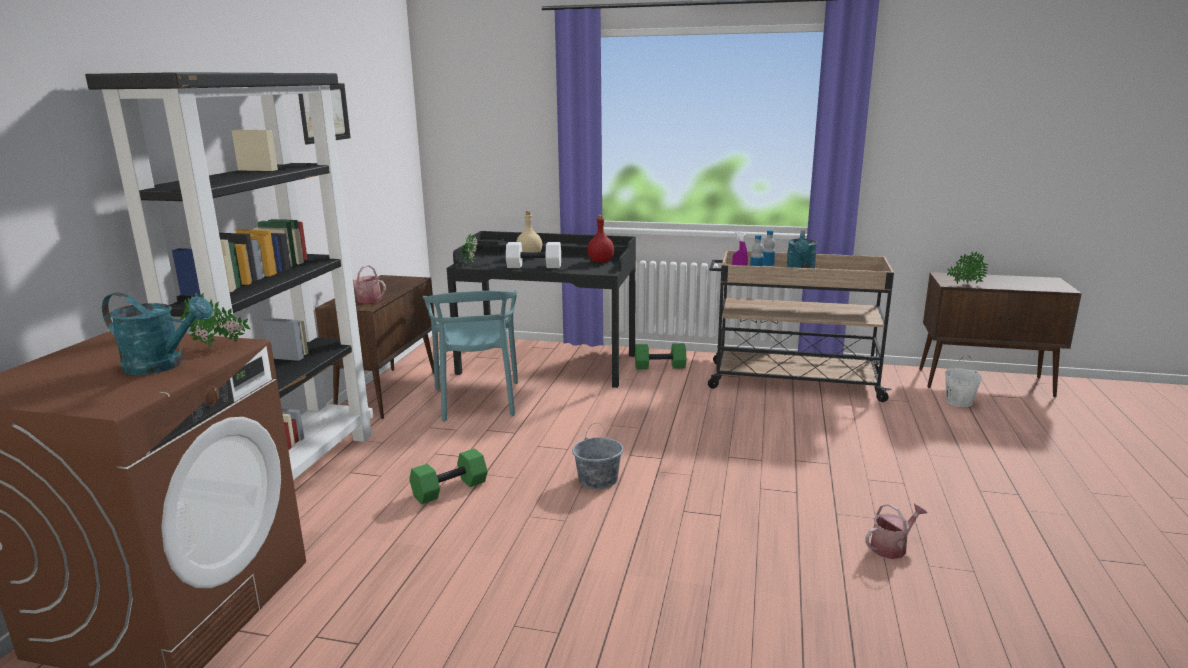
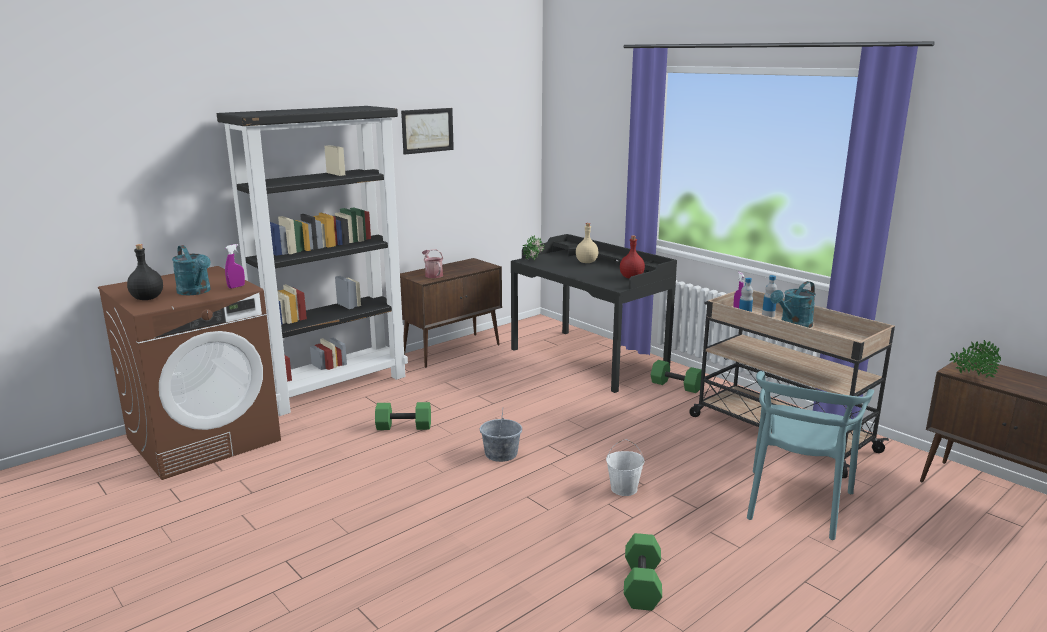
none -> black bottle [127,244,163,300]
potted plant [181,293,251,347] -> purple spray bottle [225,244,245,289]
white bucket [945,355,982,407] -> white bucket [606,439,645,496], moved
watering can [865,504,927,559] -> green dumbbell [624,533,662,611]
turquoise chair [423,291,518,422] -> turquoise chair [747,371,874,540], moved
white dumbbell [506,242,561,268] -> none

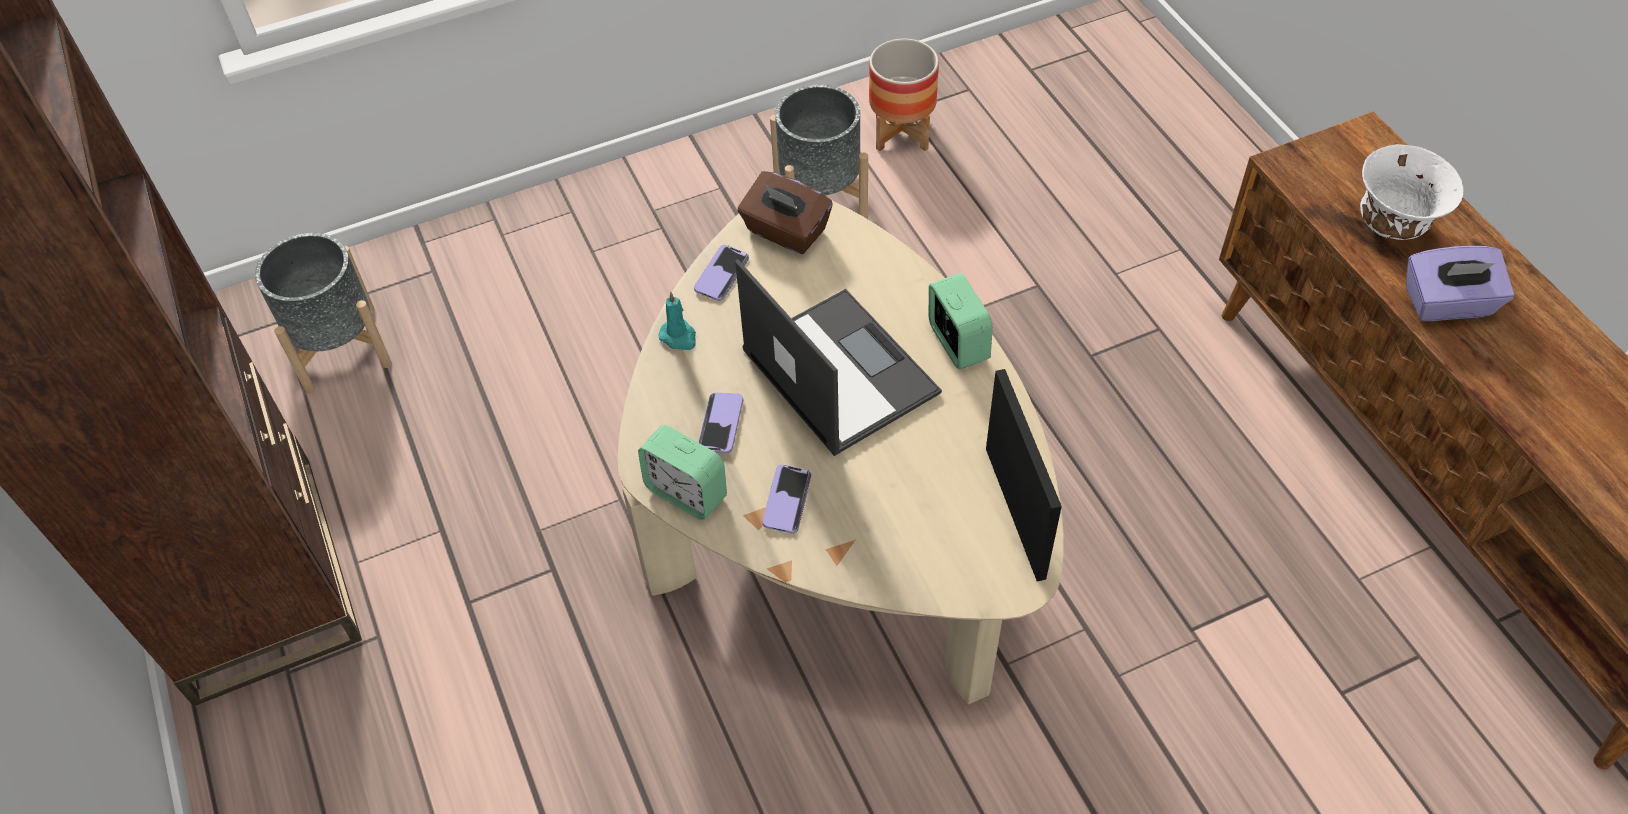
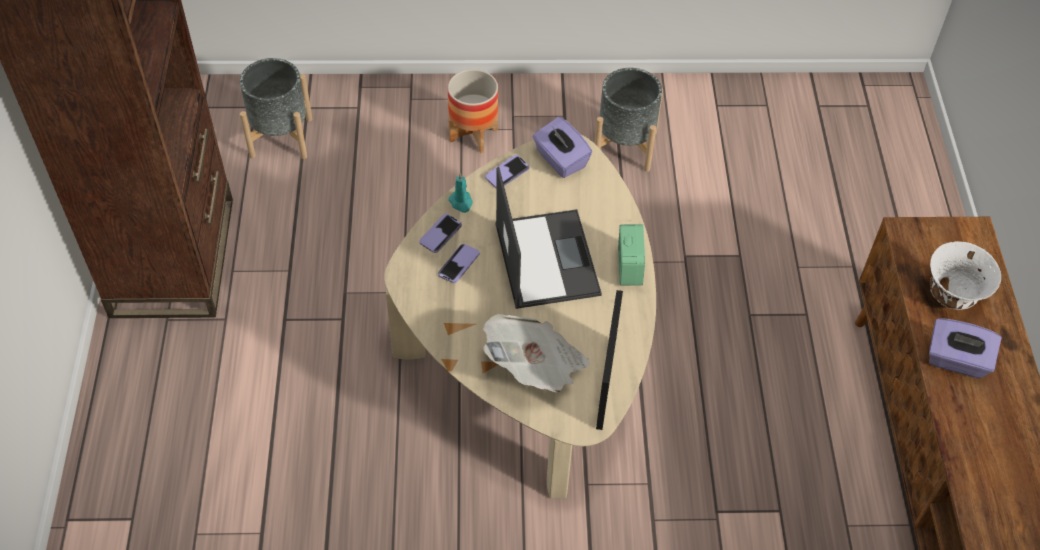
phone [762,464,811,534] -> phone [419,213,462,253], moved
planter [869,38,939,151] -> planter [448,69,498,153], moved
none -> newspaper [483,314,590,392]
brown tissue box [737,171,833,254] -> purple tissue box [532,117,592,178]
alarm clock [638,425,727,520] -> none

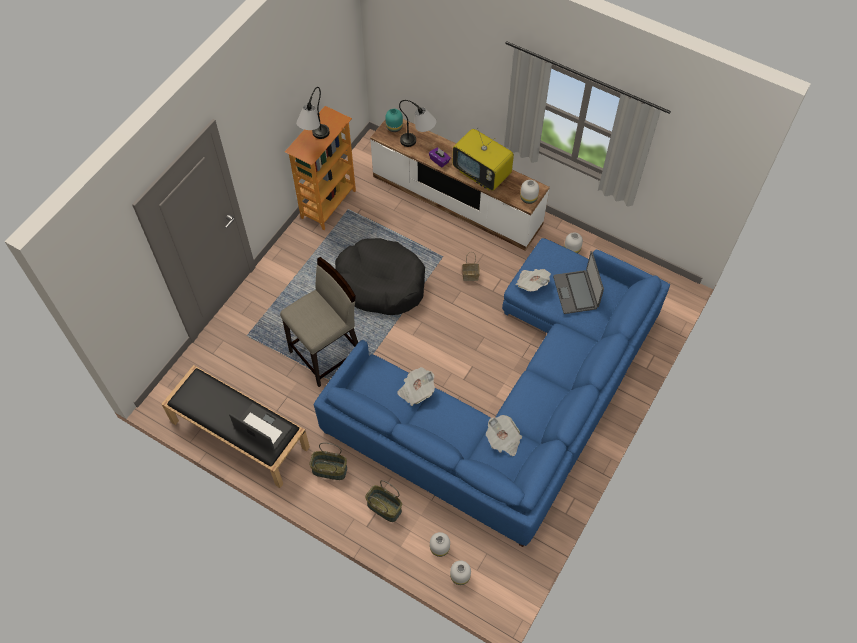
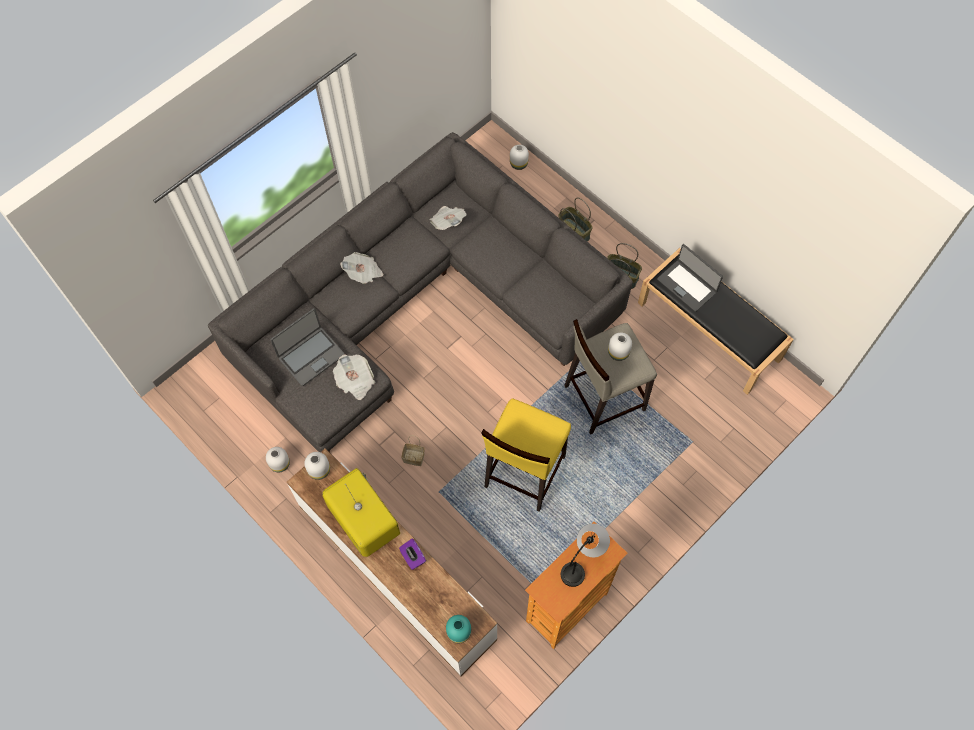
blue sofa [314,238,670,547] -> grey sofa [208,132,633,452]
laptop [553,251,604,314] -> laptop [271,308,344,386], 45 degrees clockwise
newspaper [397,367,435,406] -> newspaper [340,252,383,284], moved
black dog bed [335,238,425,315] -> yellow stool [481,398,571,512]
white vase [430,532,450,557] -> white vase [608,333,632,361], moved
table lamp [399,100,437,147] -> none

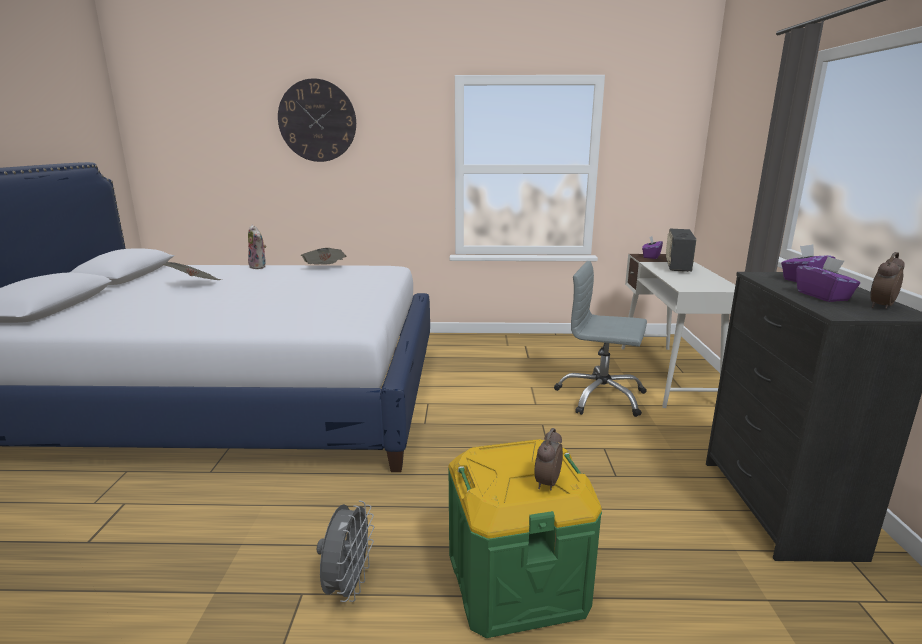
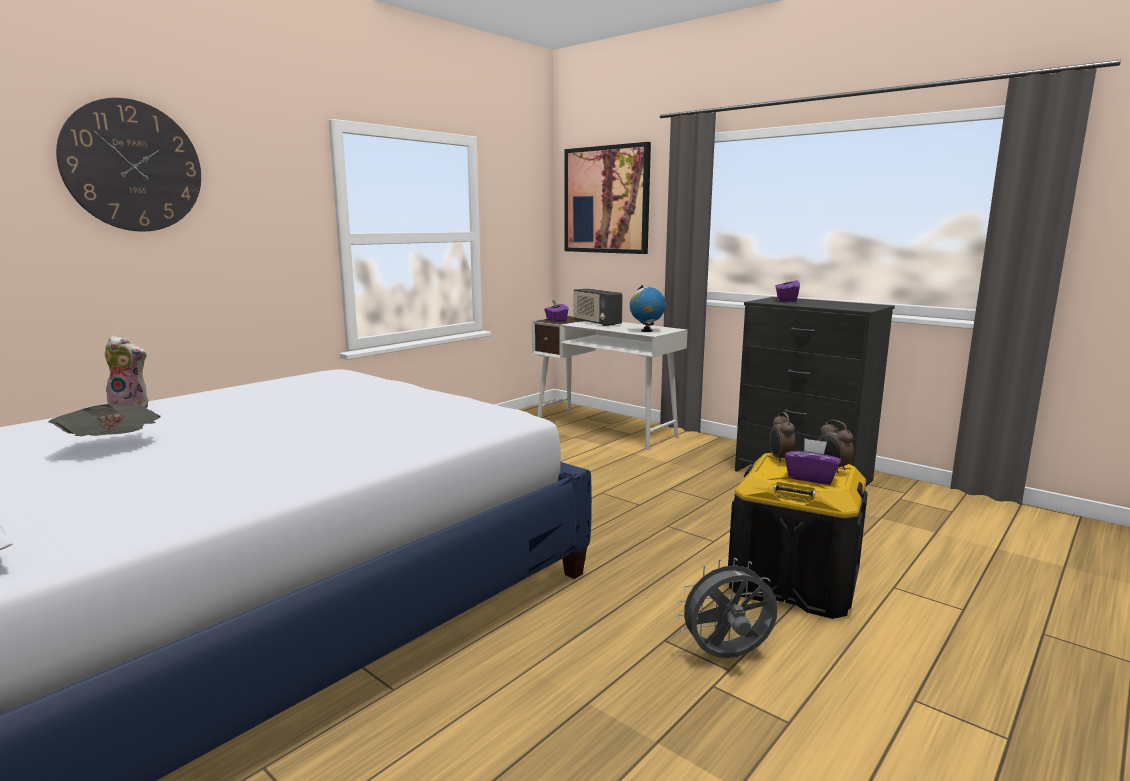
none -> picture [564,142,651,254]
none -> globe [630,285,665,332]
grey fan [317,501,374,602] -> grey fan [677,558,778,658], 60 degrees counterclockwise
green storage box [448,439,602,638] -> black storage box [728,453,868,619]
alarm clock [871,252,905,309] -> alarm clock [770,412,795,463], moved
purple tissue box [796,257,860,302] -> purple tissue box [785,438,841,485], moved
newspaper [301,248,346,265] -> none
grey office chair [554,261,647,417] -> none

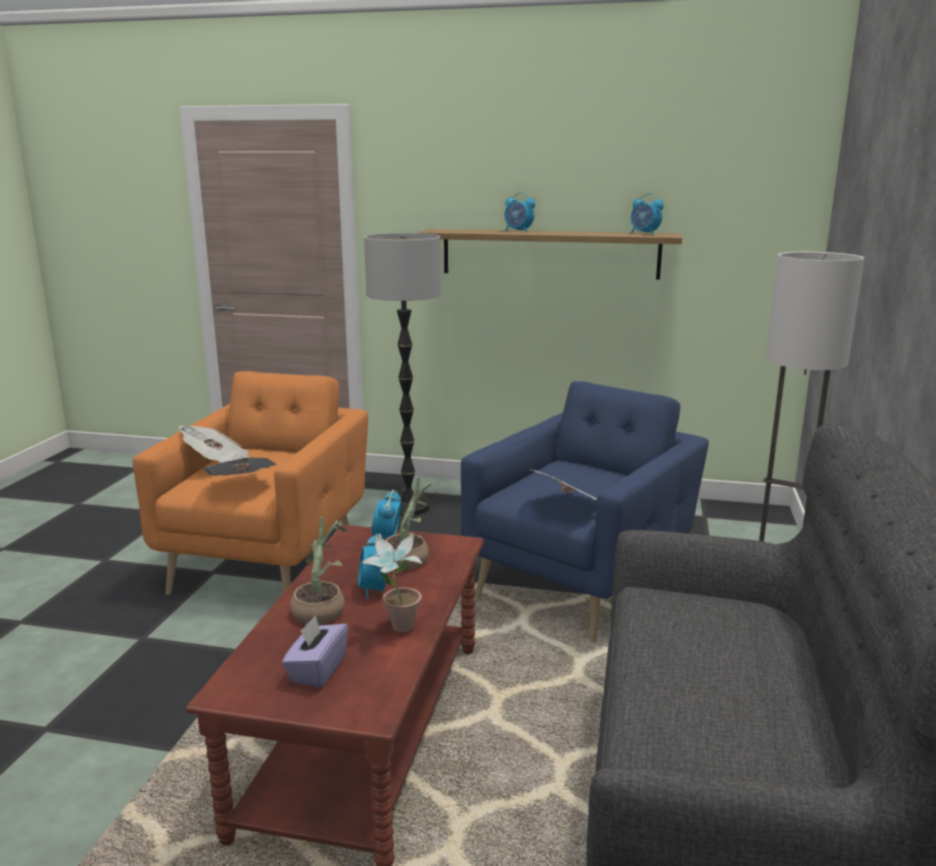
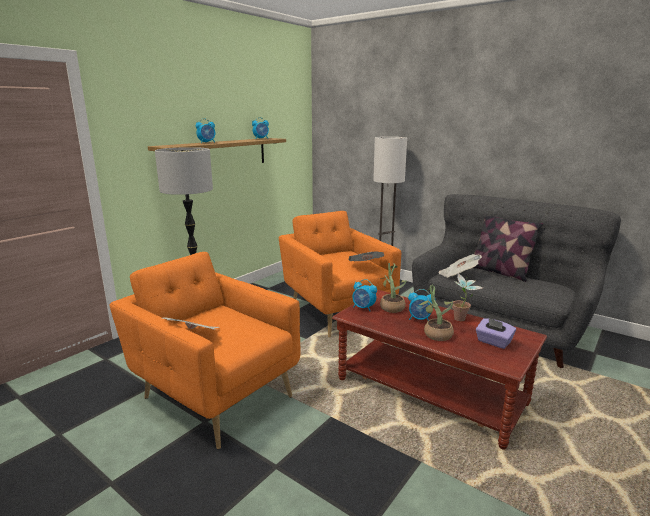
blue armchair [461,381,709,643] -> orange armchair [279,211,401,337]
newspaper [201,458,276,476] -> newspaper [438,254,482,278], moved
none -> pillow [473,216,543,282]

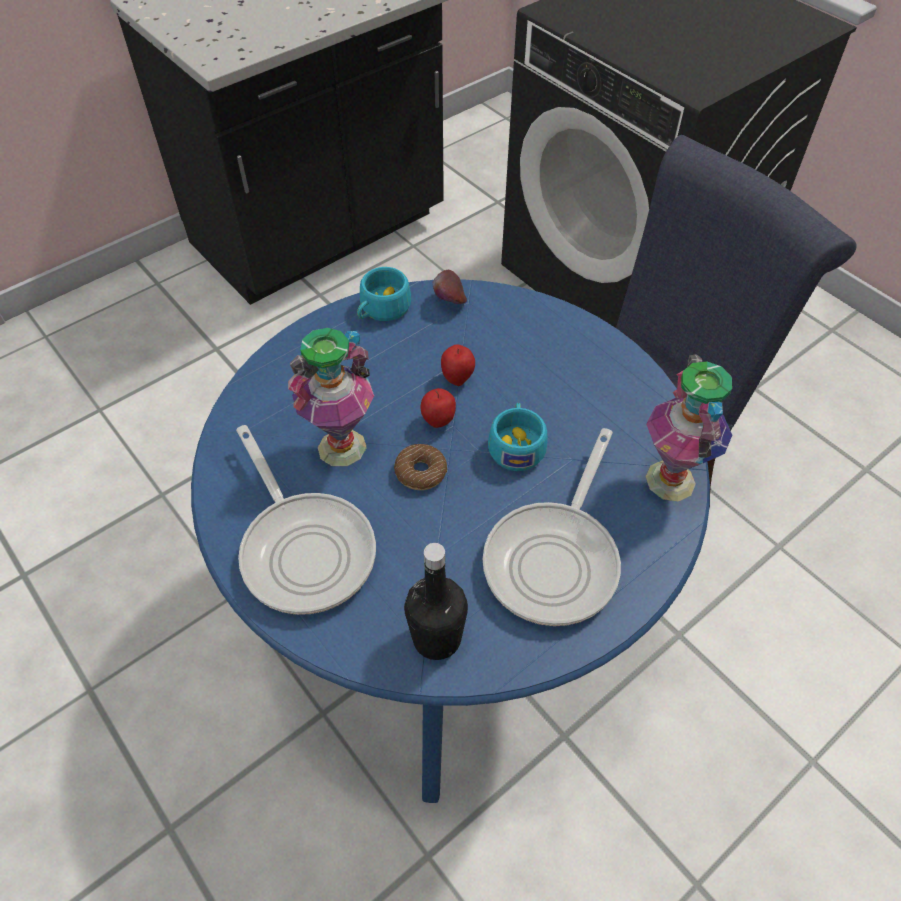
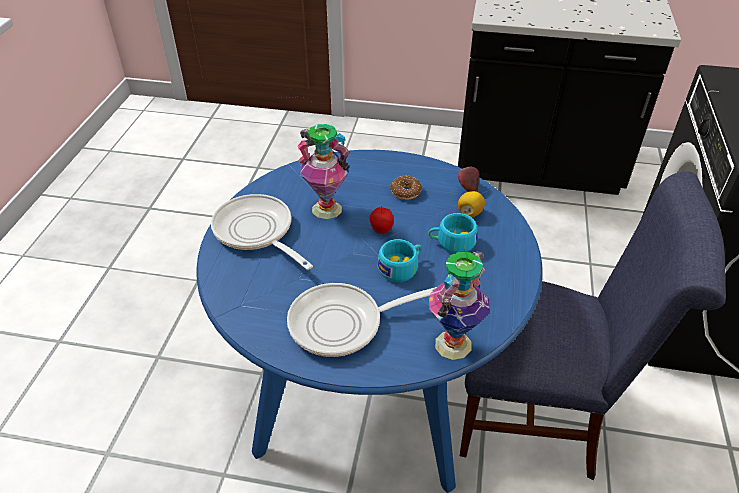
frying pan [236,425,376,615] -> frying pan [211,194,313,270], 120 degrees clockwise
donut [394,444,447,490] -> donut [390,175,422,200], moved
turquoise cup [357,267,411,321] -> turquoise cup [428,213,477,253], moved
none -> lemon [458,191,485,217]
black bottle [404,543,468,660] -> none
apple [441,344,475,386] -> none

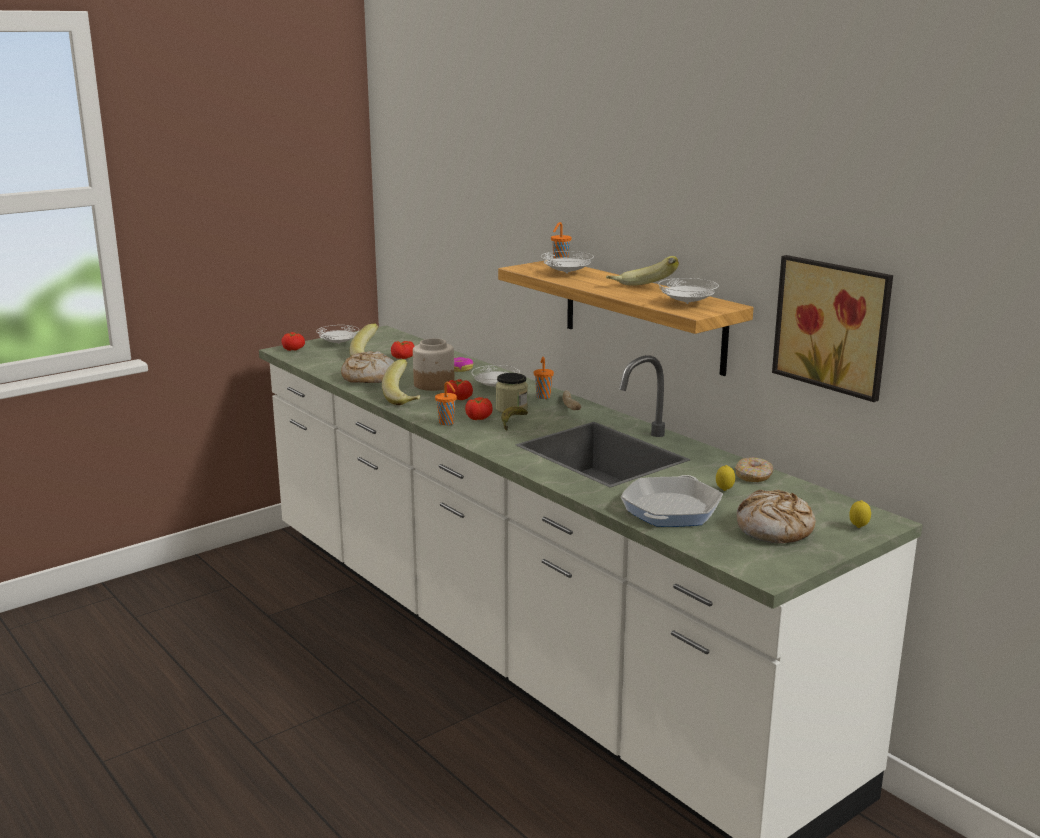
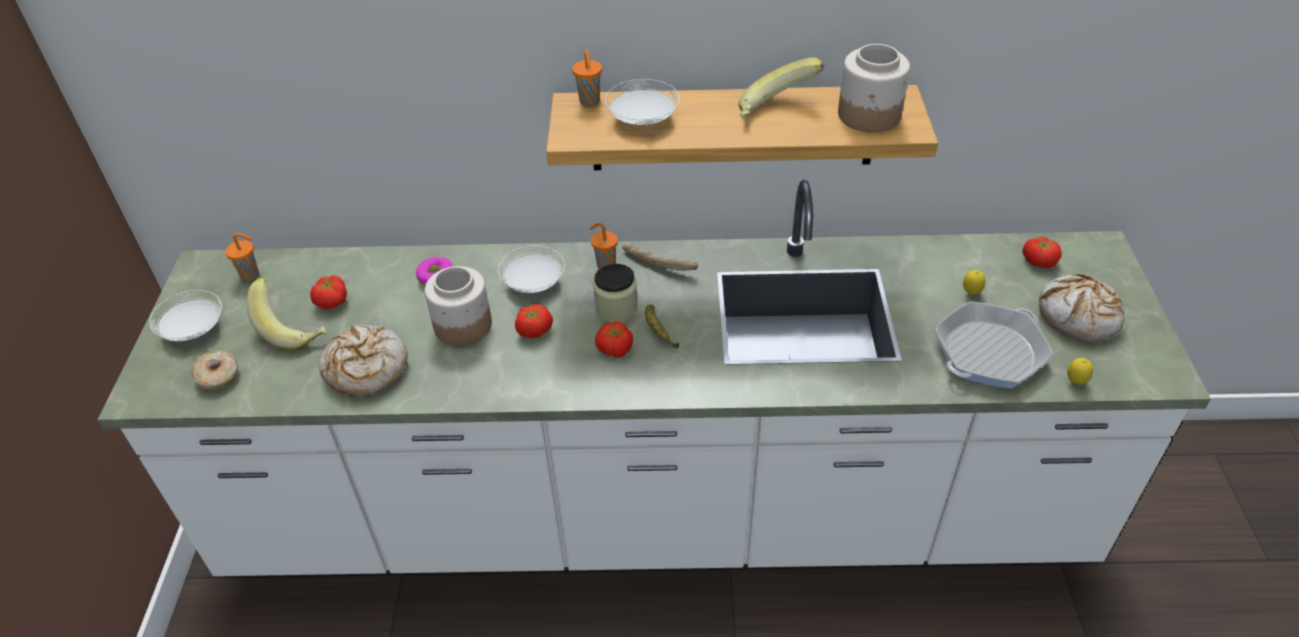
donut [735,457,773,482] -> donut [192,350,238,390], moved
orange cup [435,382,457,425] -> orange cup [225,233,259,281], moved
white plate [658,278,719,304] -> jar [838,44,910,132]
frying pan [621,475,723,527] -> frying pan [935,301,1053,388], 105 degrees counterclockwise
tomato [281,332,305,351] -> tomato [1023,237,1062,268], moved
lemon [849,500,871,528] -> lemon [1067,358,1093,384], moved
banana [382,359,420,405] -> none
picture [772,255,893,402] -> none

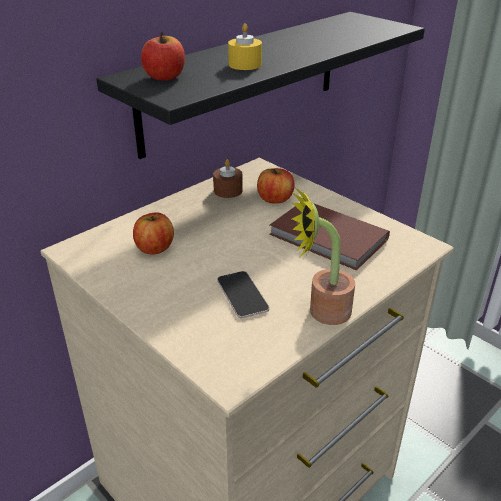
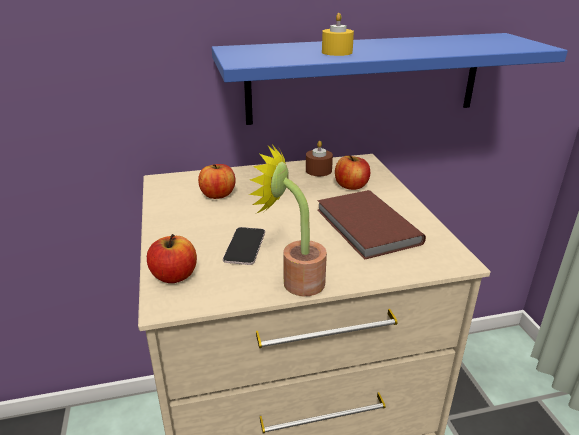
apple [141,32,185,80] -> apple [147,234,197,283], moved
black shelf [96,12,425,159] -> blue shelf [212,33,568,125]

